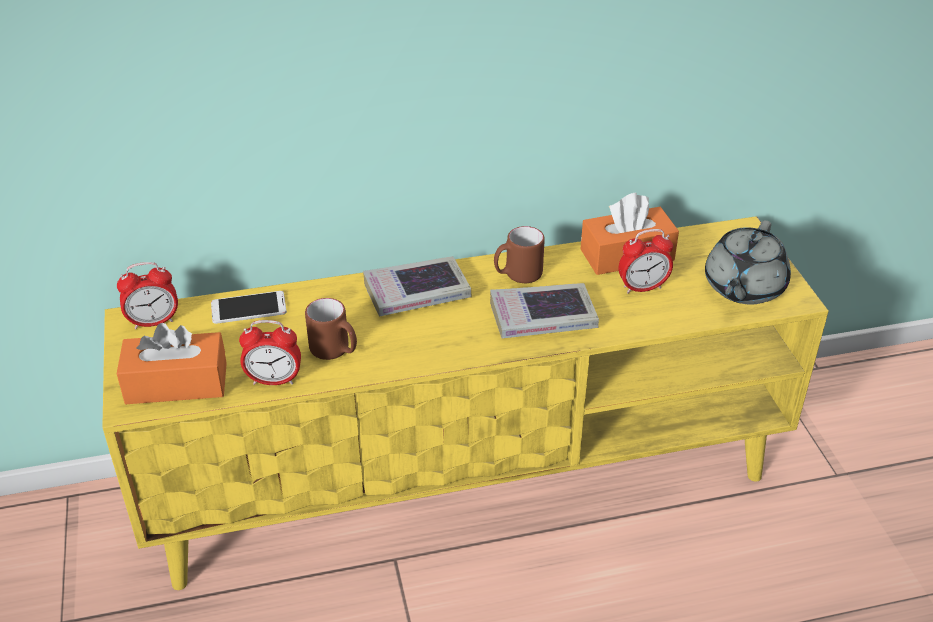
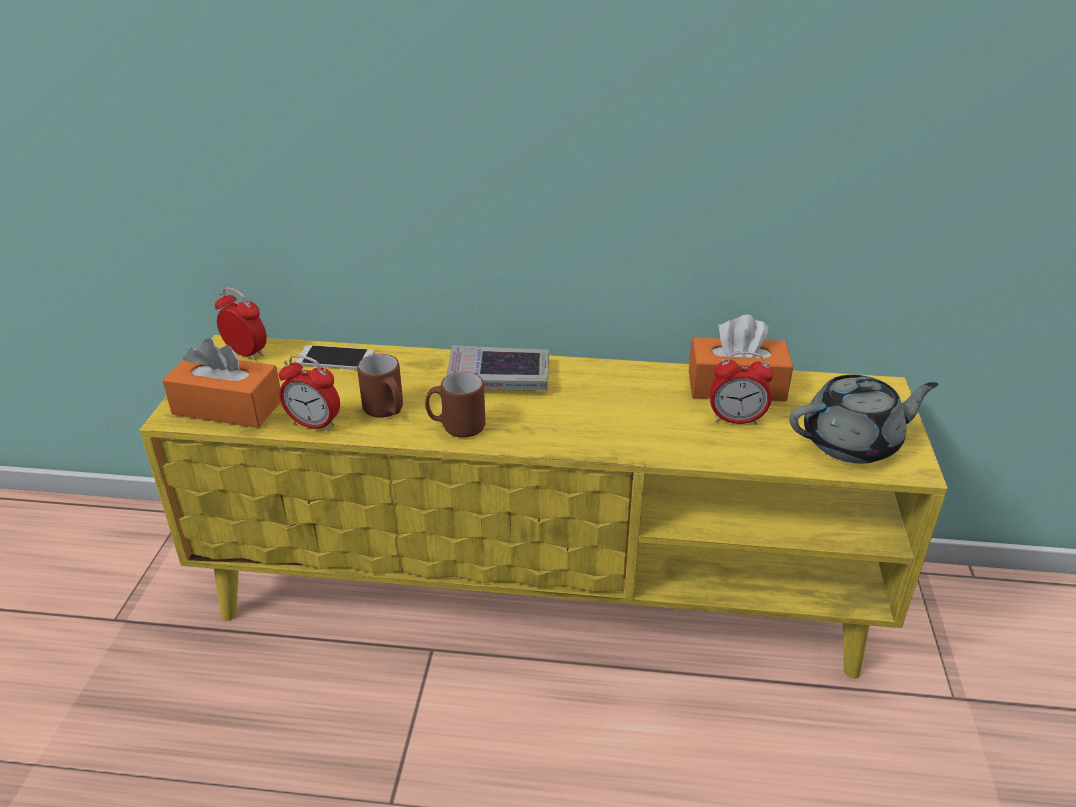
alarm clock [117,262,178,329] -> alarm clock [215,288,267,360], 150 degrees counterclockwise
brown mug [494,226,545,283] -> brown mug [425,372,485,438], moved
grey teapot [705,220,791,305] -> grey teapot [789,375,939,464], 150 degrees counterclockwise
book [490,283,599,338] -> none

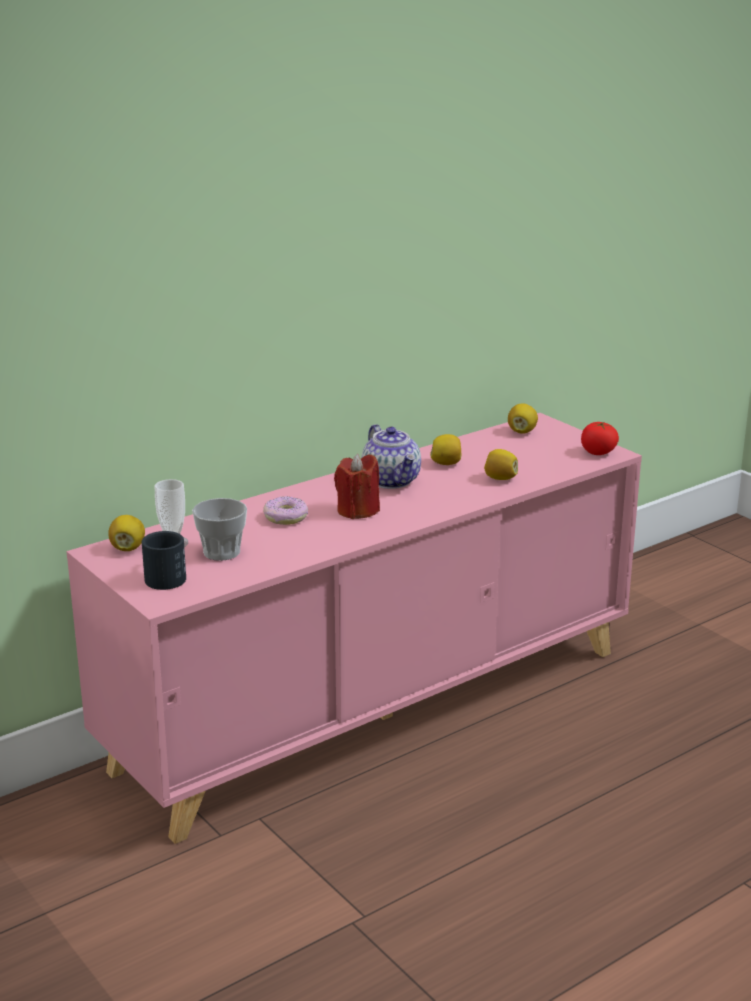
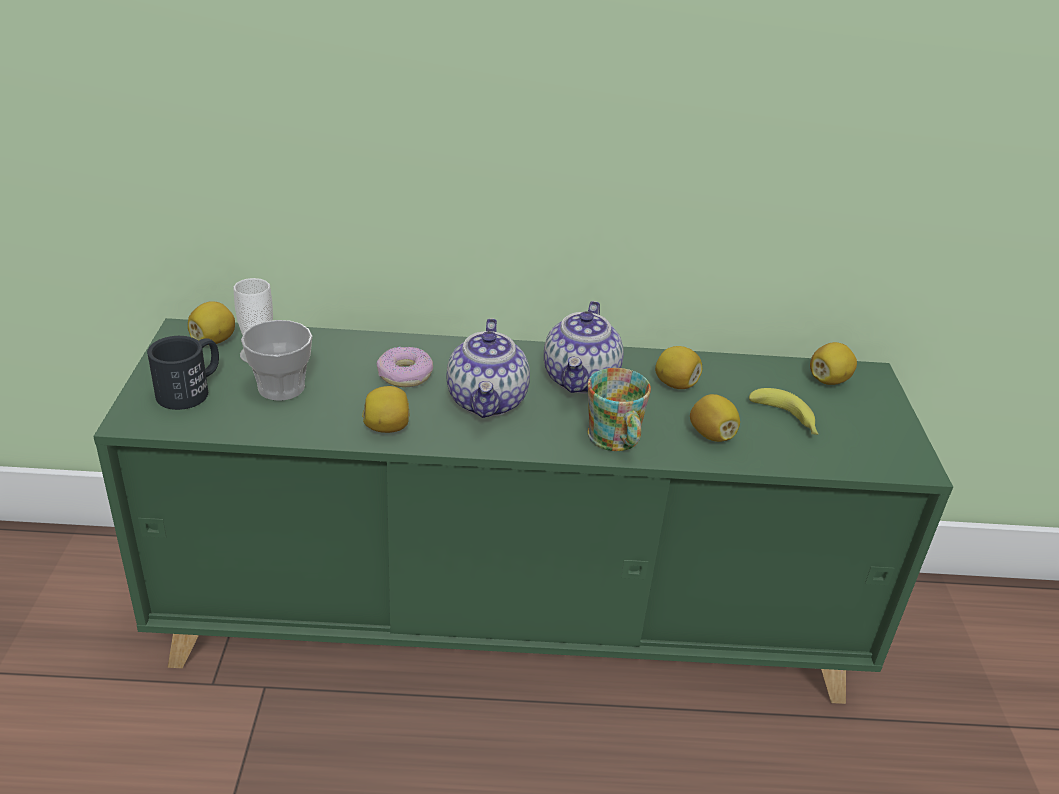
pink cabinet [66,413,642,844] -> green cabinet [93,318,953,704]
none -> lemon [362,386,409,433]
red candle [334,454,380,519] -> teapot [447,318,530,418]
none -> mug [588,368,651,451]
none -> banana [749,388,818,435]
tomato [581,422,619,455] -> none

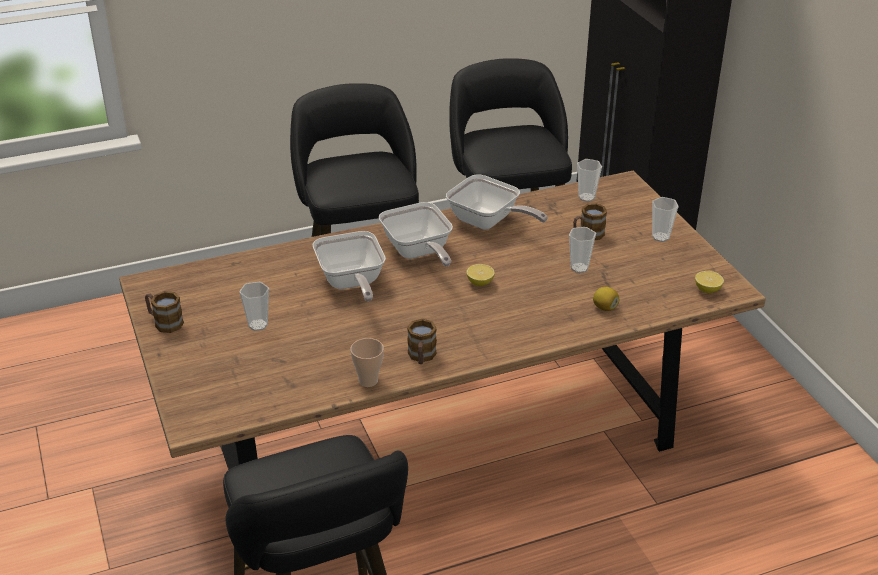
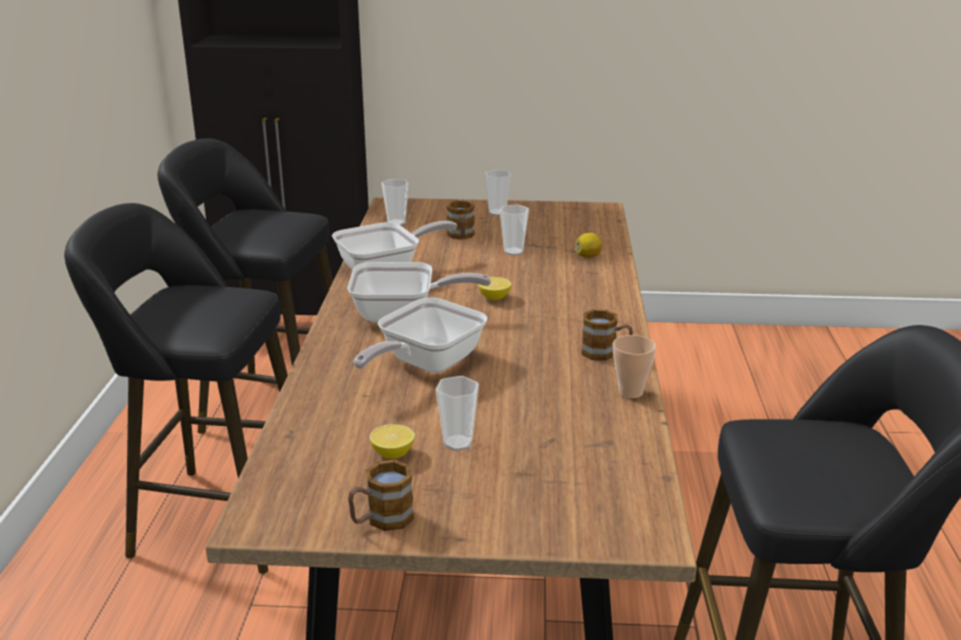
frying pan [313,231,386,302] -> frying pan [353,297,487,373], 120 degrees clockwise
lemon [695,271,724,293] -> lemon [370,424,415,459], moved

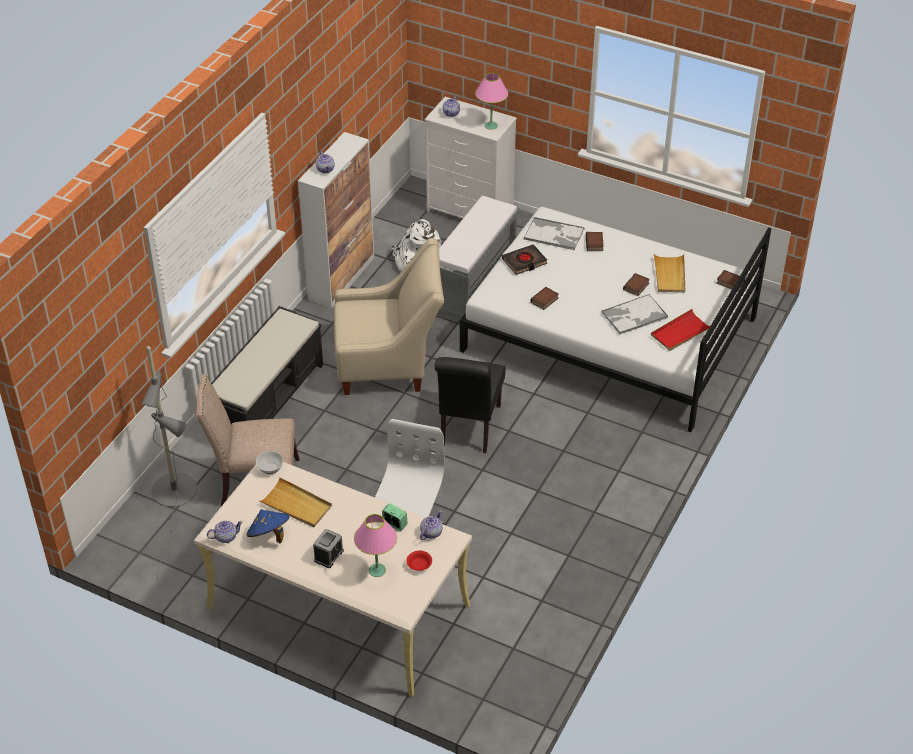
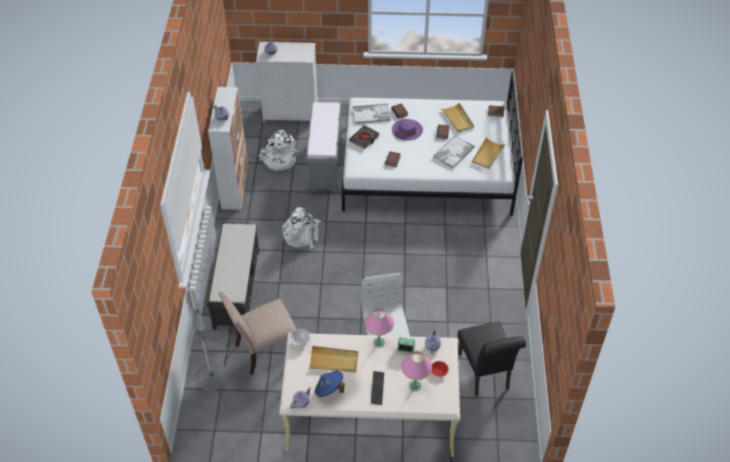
beige armchair [334,238,444,395] -> white backpack [281,207,321,249]
pink table lamp [475,73,508,130] -> pink table lamp [365,307,394,348], moved
alarm clock [313,529,344,568] -> keyboard [371,371,384,405]
none -> purple hat [392,119,423,141]
black chair [435,357,506,453] -> black chair [458,322,526,397], moved
red tray [651,309,710,351] -> beige tray [472,137,506,169]

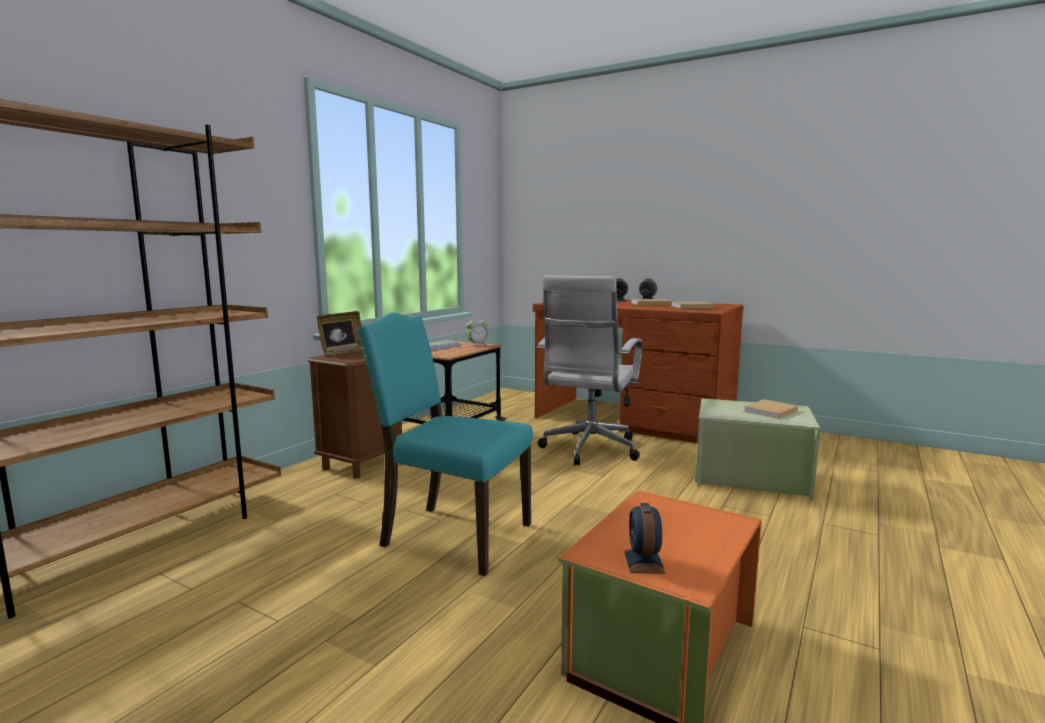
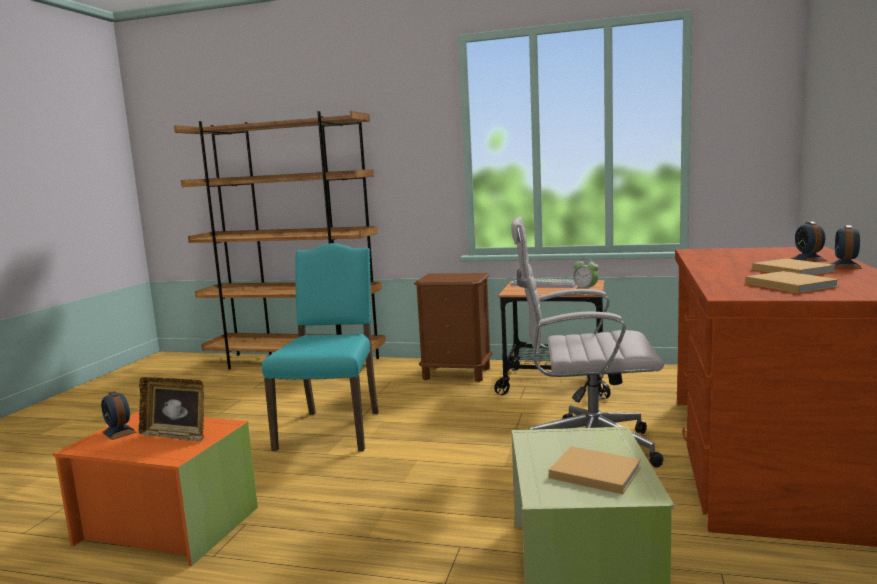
alarm clock [624,503,665,574] -> alarm clock [101,391,137,440], 120 degrees counterclockwise
picture frame [317,311,363,355] -> picture frame [139,377,204,442], moved

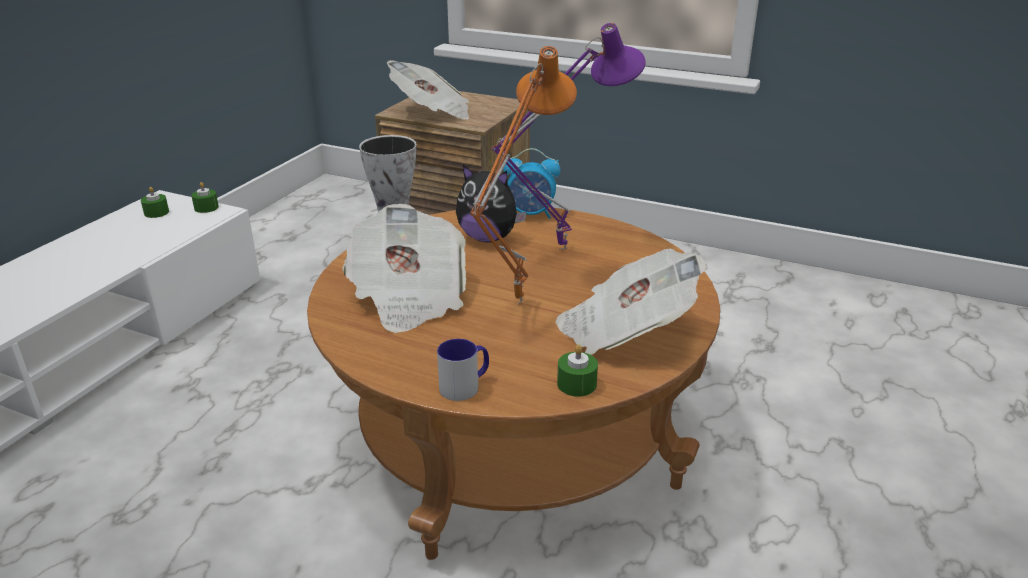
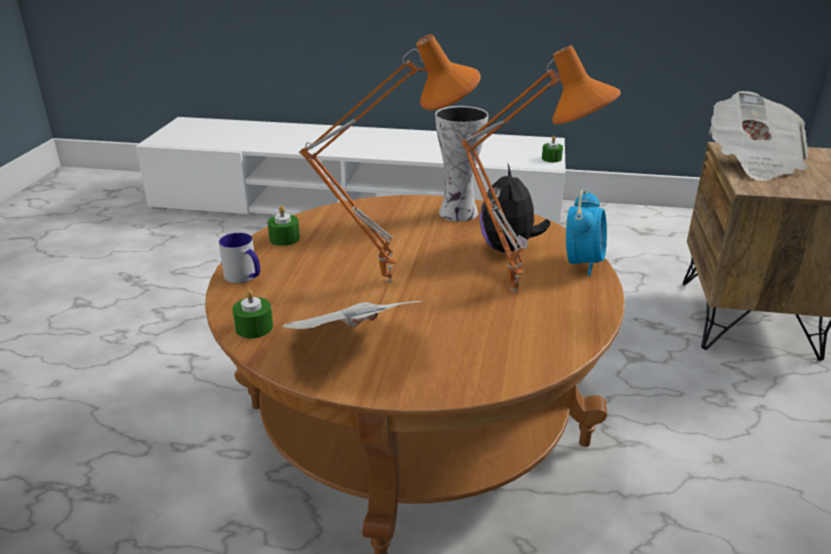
green candle [141,187,169,218] -> green candle [267,206,300,246], moved
purple table lamp [491,23,646,250] -> orange table lamp [461,45,621,293]
alarm clock [503,148,561,219] -> alarm clock [566,190,607,276], 150 degrees counterclockwise
newspaper [342,204,466,333] -> none

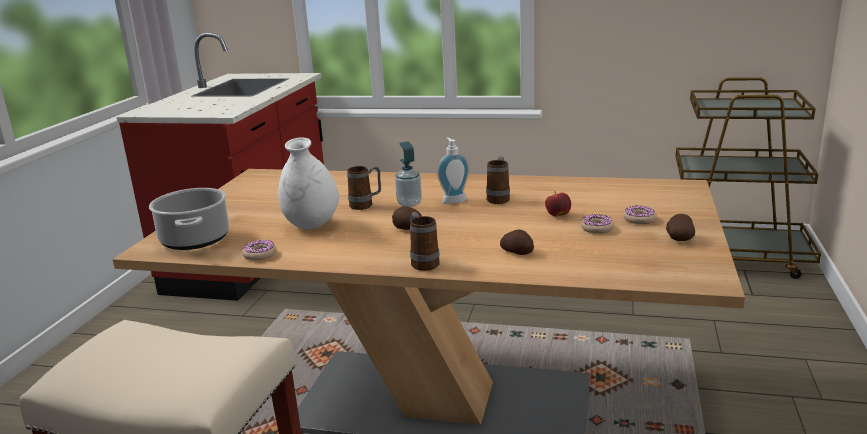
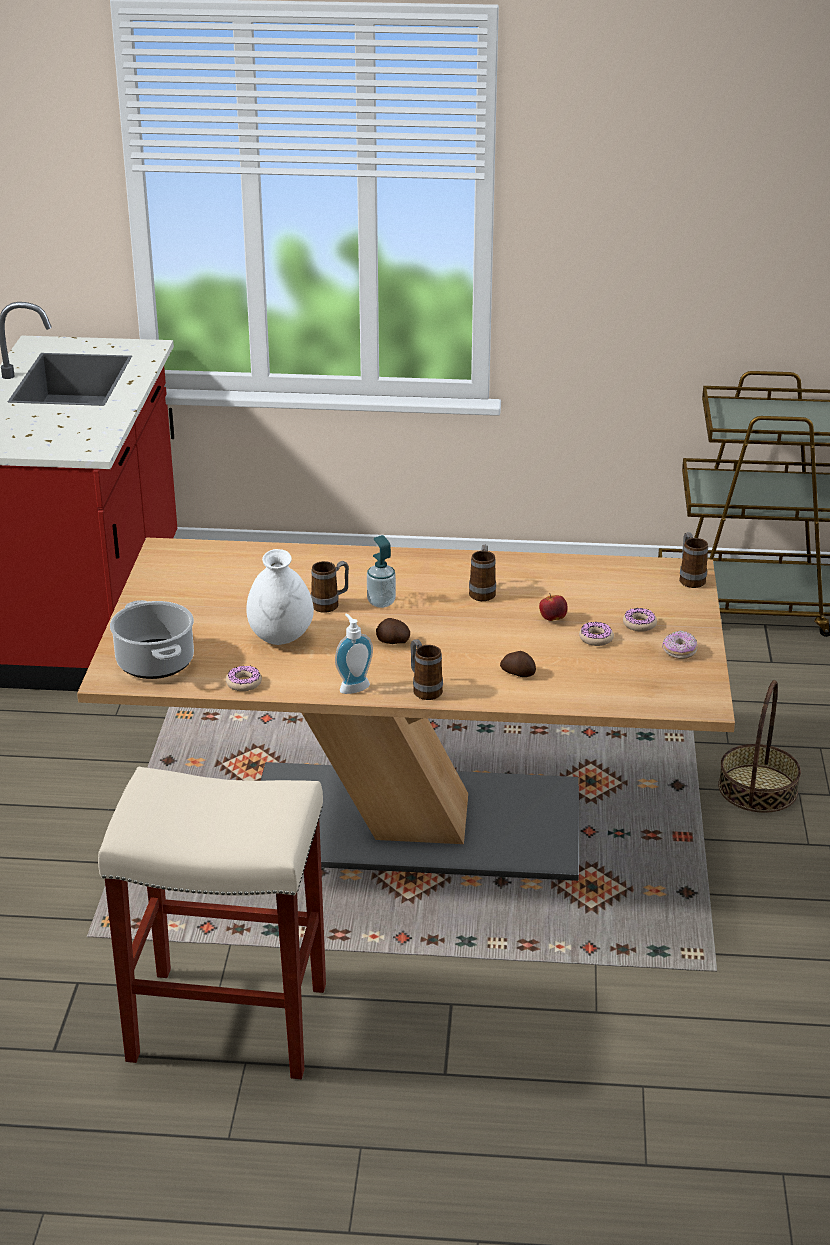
soap dispenser [437,137,469,204] -> soap dispenser [335,613,373,694], moved
potato [666,214,695,241] -> donut [662,631,698,659]
none -> mug [679,532,708,588]
none -> basket [718,680,801,813]

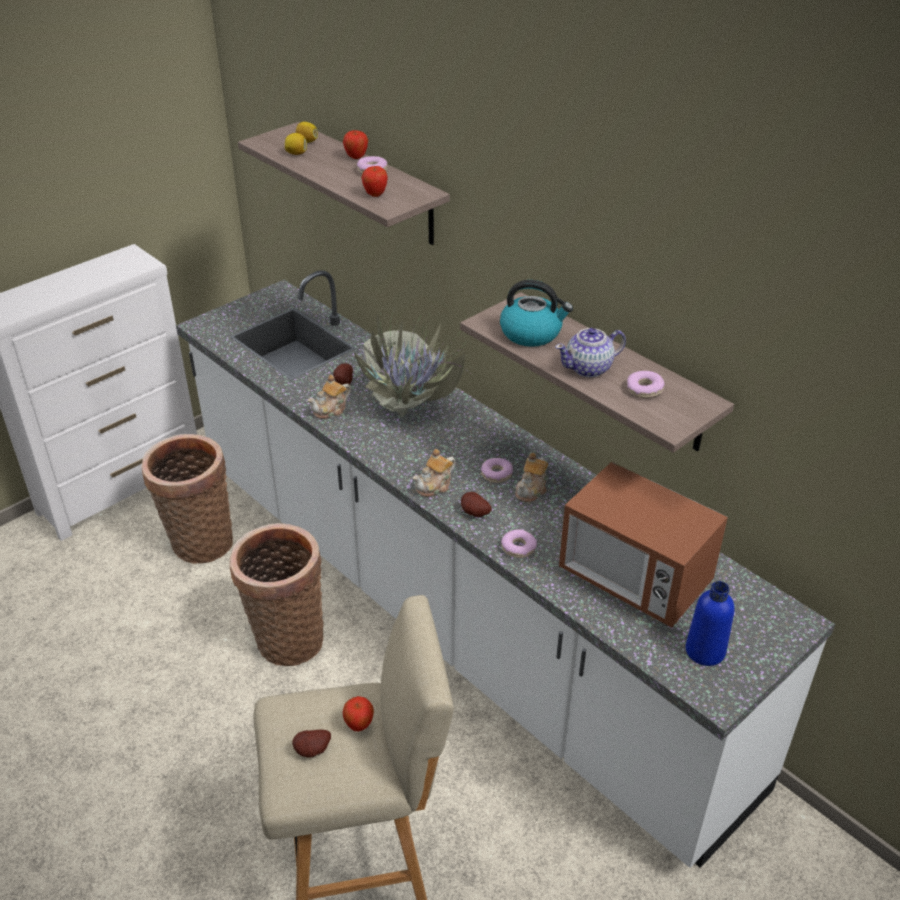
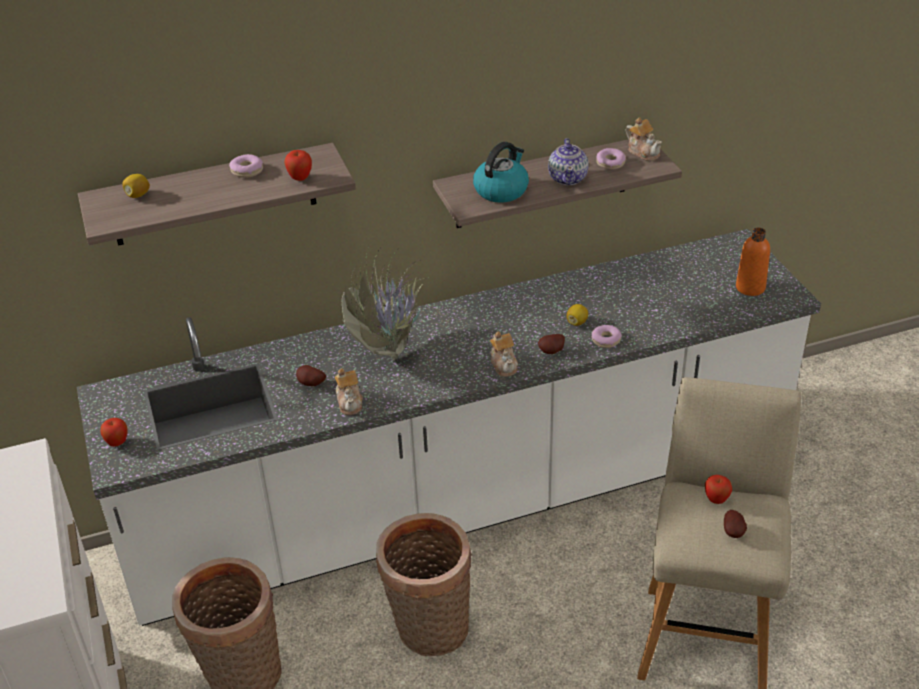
apple [343,130,368,159] -> apple [100,418,128,447], moved
lemon [285,133,307,155] -> lemon [567,304,588,326], moved
teapot [515,453,548,502] -> teapot [626,117,662,161], moved
blue bottle [685,581,735,666] -> orange bottle [736,228,770,296]
donut [481,458,513,483] -> none
microwave [559,462,728,628] -> none

